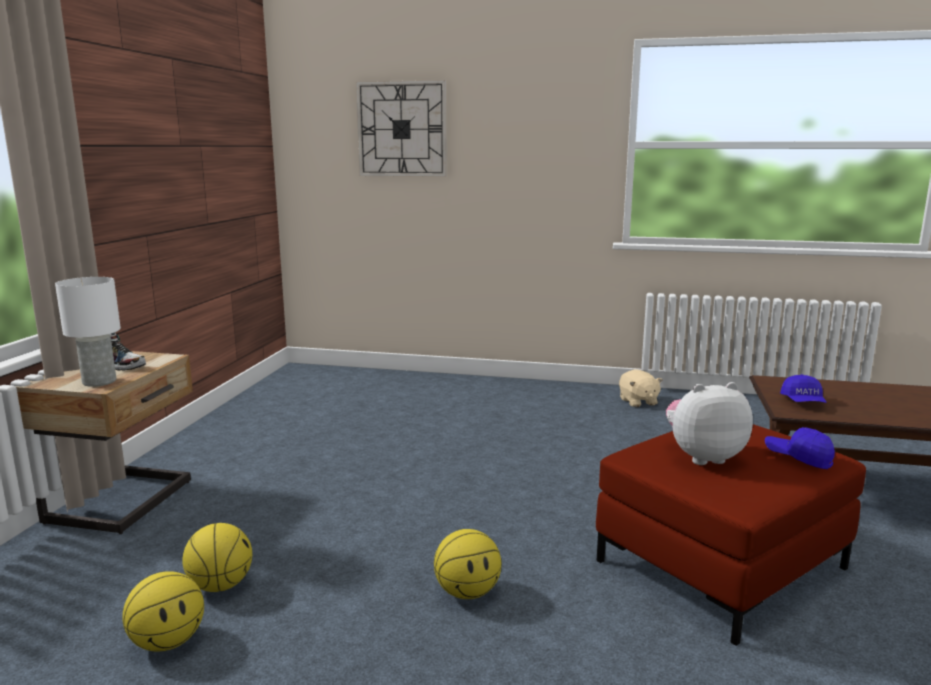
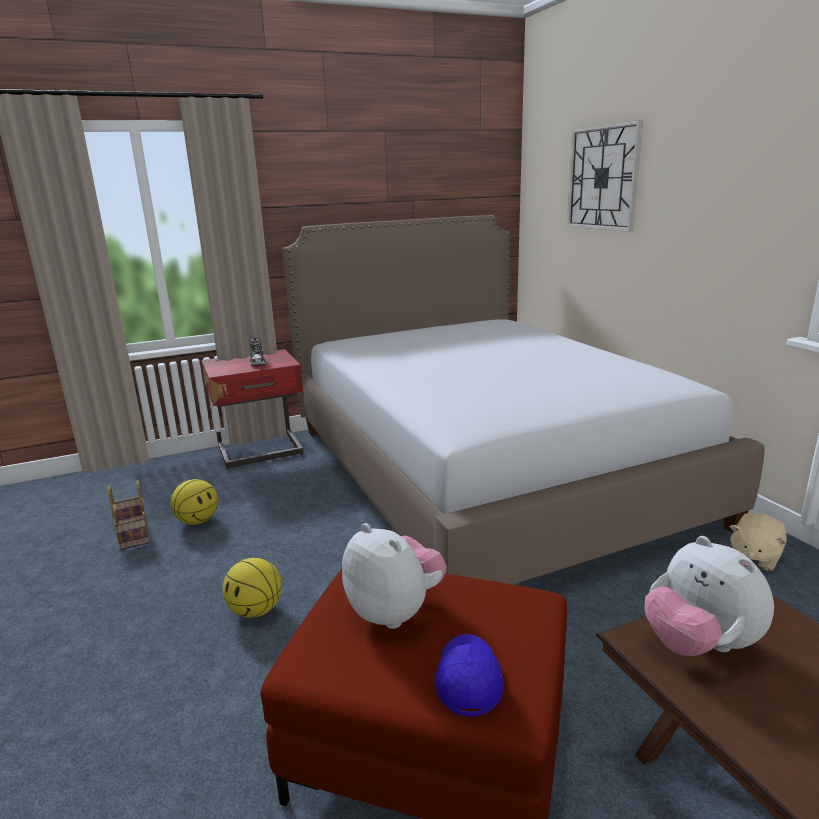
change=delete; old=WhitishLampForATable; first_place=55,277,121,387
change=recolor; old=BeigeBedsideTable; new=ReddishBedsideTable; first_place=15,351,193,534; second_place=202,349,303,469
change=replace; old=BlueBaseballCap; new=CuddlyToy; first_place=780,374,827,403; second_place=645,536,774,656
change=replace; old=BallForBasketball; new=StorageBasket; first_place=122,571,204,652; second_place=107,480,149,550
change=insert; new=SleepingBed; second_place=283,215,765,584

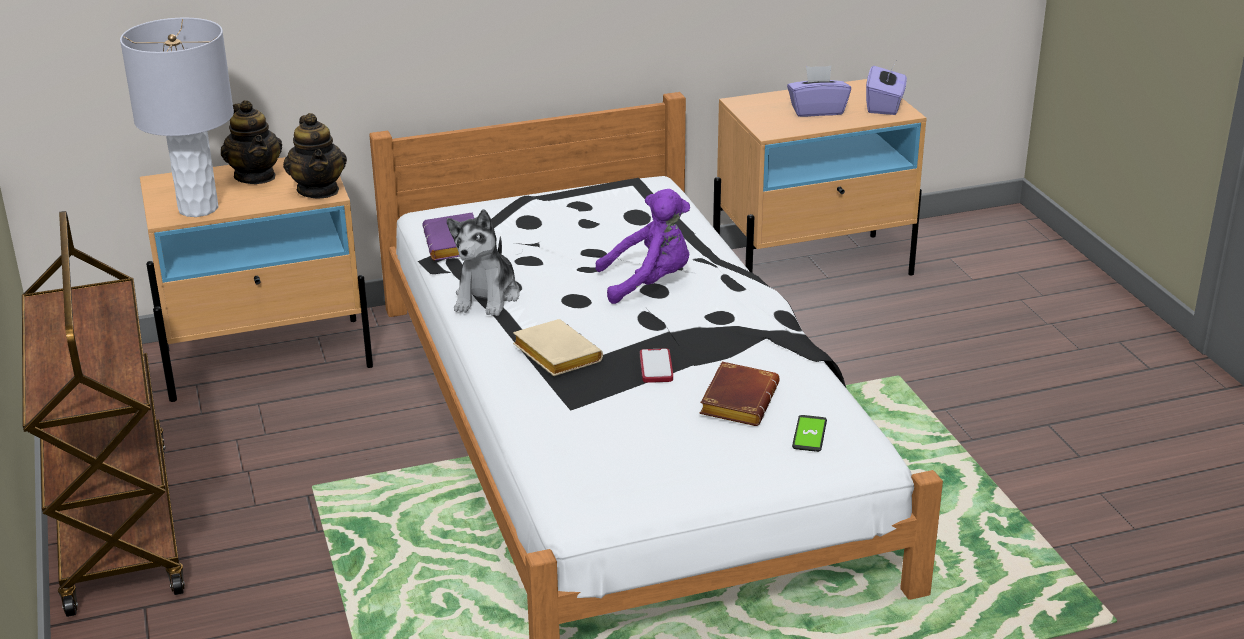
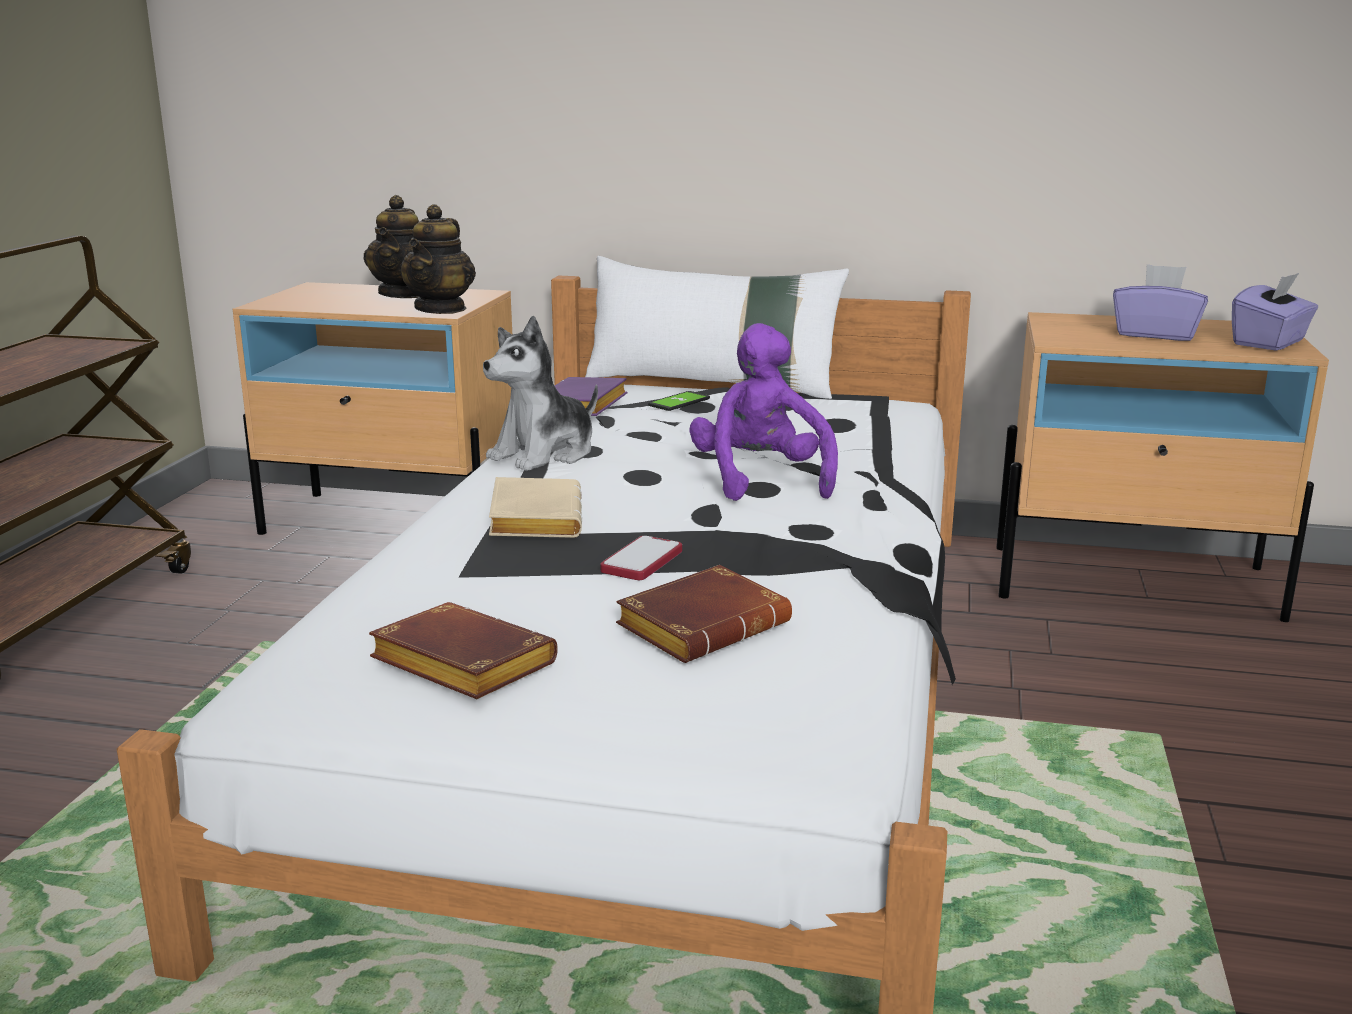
change=delete; old=GreyLampForATable; first_place=120,18,234,217
change=rotate; old=PurpleColouredCuddlyToy; first_place=595,189,690,304; second_place=689,323,838,501; degrees=-120
change=move; old=Handset; first_place=792,415,827,452; second_place=648,391,710,411
change=insert; new=WhitishPillow; second_place=585,256,849,399
change=insert; new=BrownColouredBoundBook; second_place=369,602,558,699

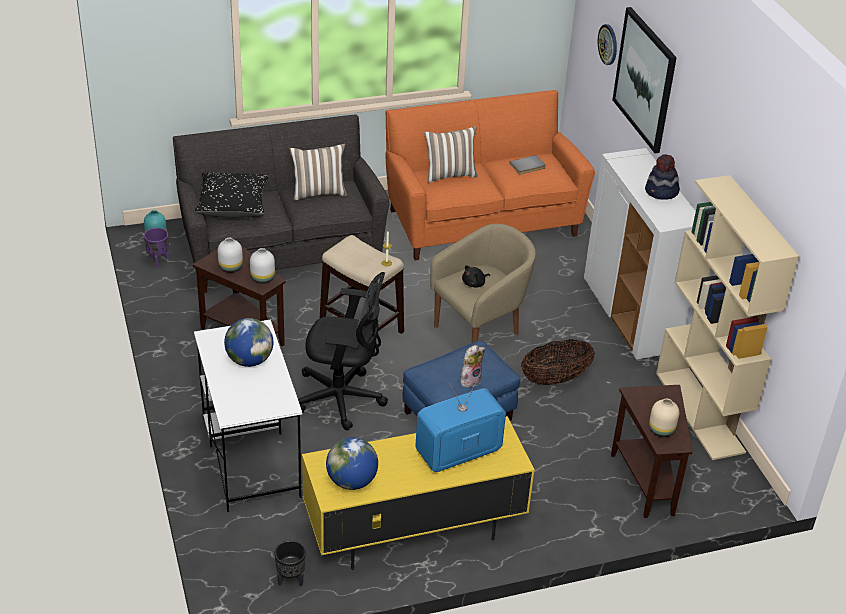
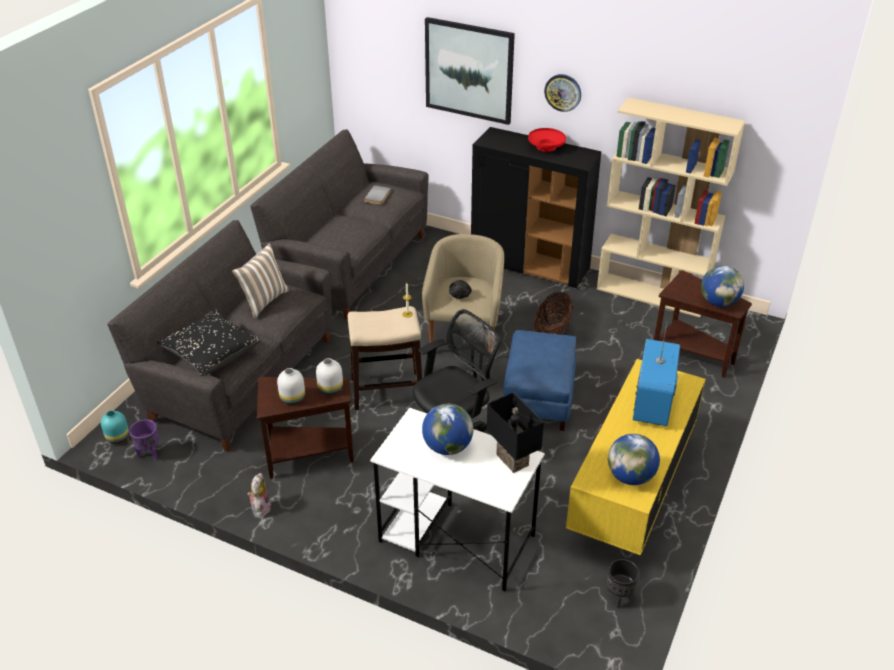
change=move; old=HangingClock; first_place=598,24,617,65; second_place=544,74,581,112
change=recolor; old=OrangeColouredCouch; new=GreyCouch; first_place=385,90,595,261; second_place=250,129,429,320
change=delete; old=Pillow; first_place=424,126,478,183
change=recolor; old=WhitishCabinet; new=BlackColouredCabinet; first_place=584,148,696,360; second_place=471,127,601,288
change=replace; old=Hat; new=ReddishServingBowl; first_place=645,155,680,200; second_place=528,128,566,152
change=move; old=CuddlyToy; first_place=460,345,485,387; second_place=248,473,271,518
change=replace; old=BeigeDecorativeVase; new=DeskGlobe; first_place=649,399,679,437; second_place=701,265,744,307
change=insert; new=BlackColouredLampForATable; second_place=487,392,544,473

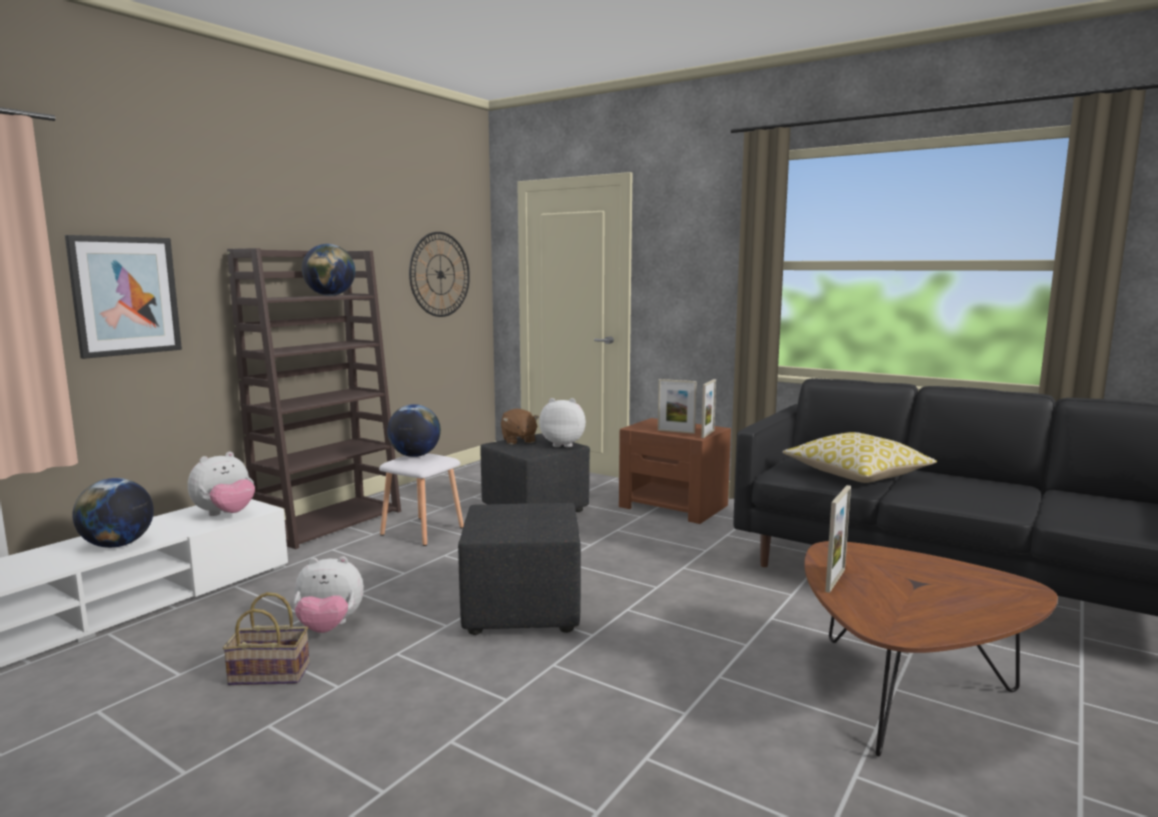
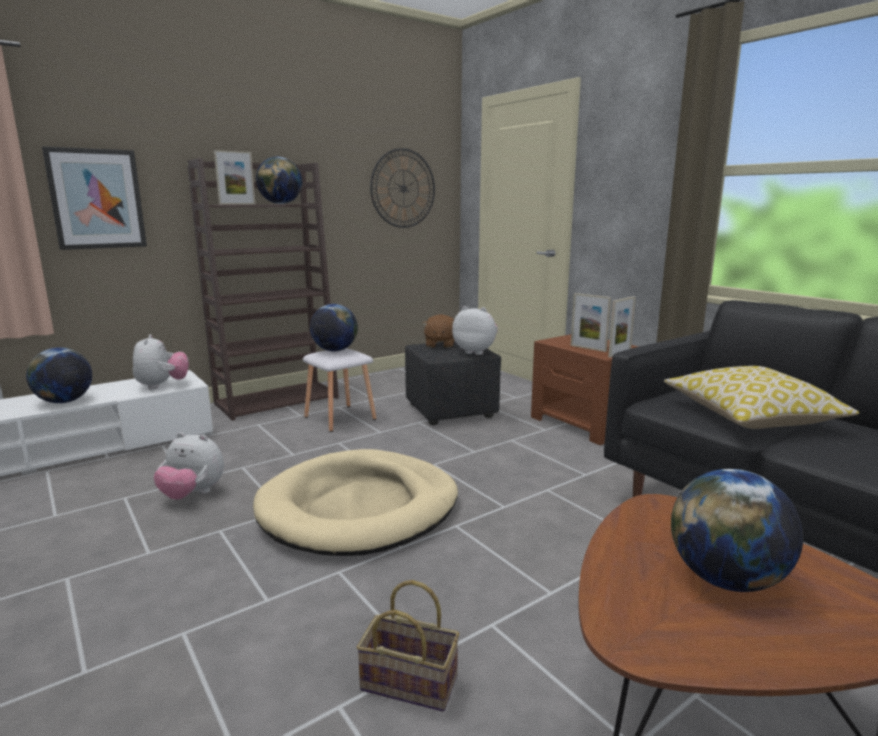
change=rotate; old=CuddlyToy; first_place=188,452,255,516; second_place=133,334,189,389; degrees=-75
change=move; old=StandingFrame; first_place=825,485,851,593; second_place=214,150,255,204
change=replace; old=BlackColouredOttoman; new=BeigeDogBed; first_place=458,503,581,635; second_place=253,449,458,556
change=move; old=StorageBasket; first_place=223,592,310,685; second_place=356,580,459,712
change=insert; new=DeskGlobe; second_place=671,469,803,592

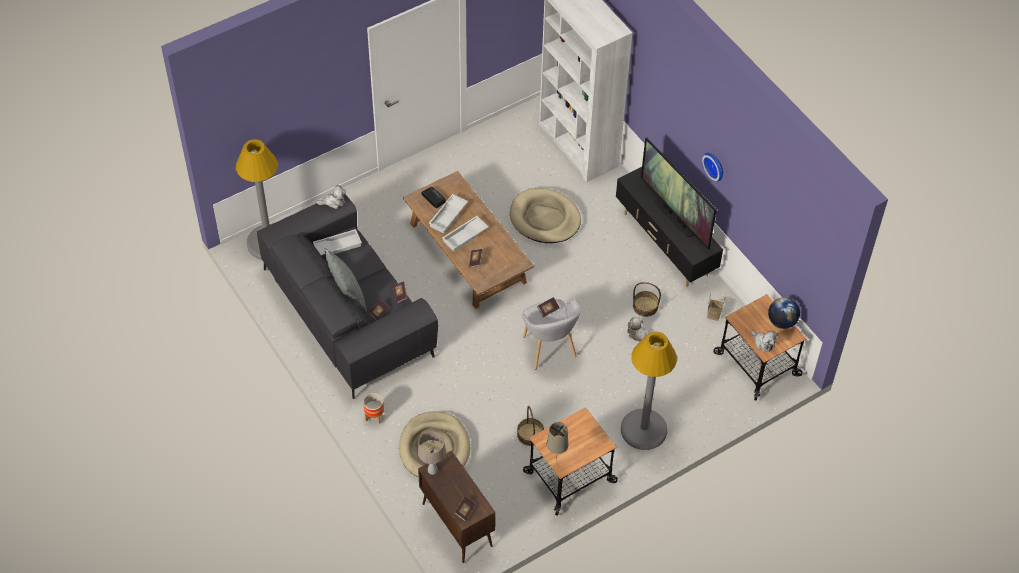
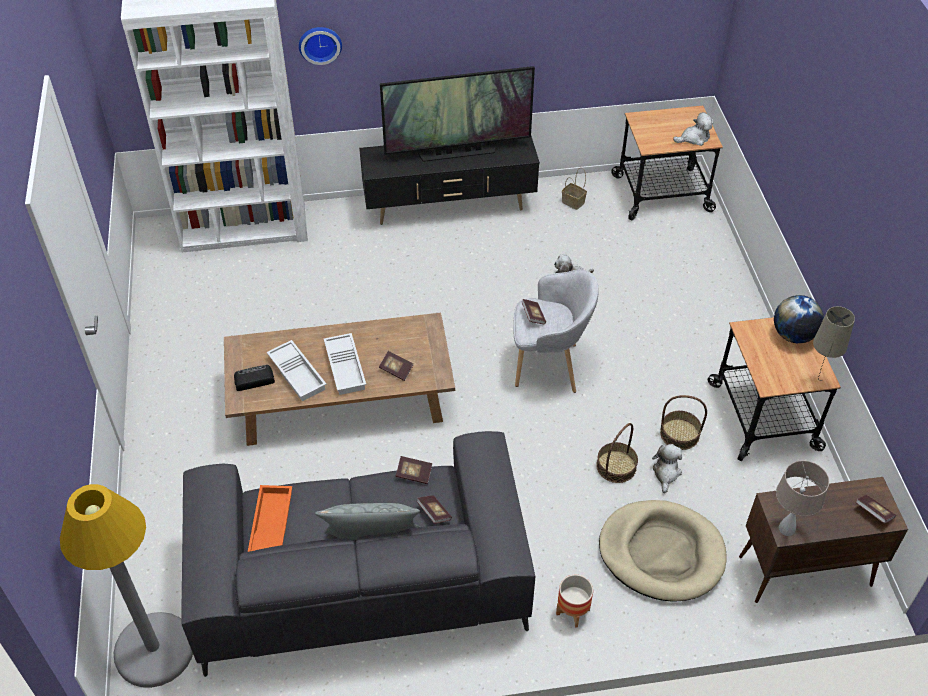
change=move; old=HangingClock; first_place=702,153,723,181; second_place=299,27,342,65
change=move; old=CuddlyToy; first_place=316,185,346,209; second_place=652,444,682,493
change=delete; old=BeigeDogBed; first_place=510,188,581,243
change=recolor; old=WhitishCarryingTray; new=OrangeColouredCarryingTray; first_place=313,229,362,255; second_place=248,485,292,552
change=move; old=StorageBasket; first_place=633,282,661,317; second_place=596,423,638,483
change=move; old=DeskGlobe; first_place=768,297,800,329; second_place=774,295,824,343
change=delete; old=GreyStandingLamp; first_place=621,331,677,450

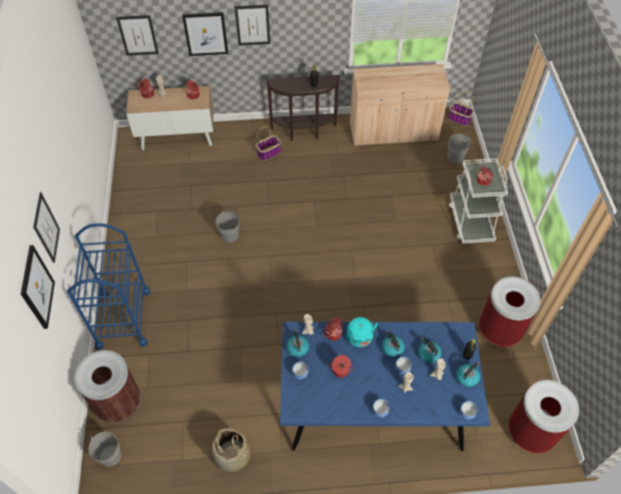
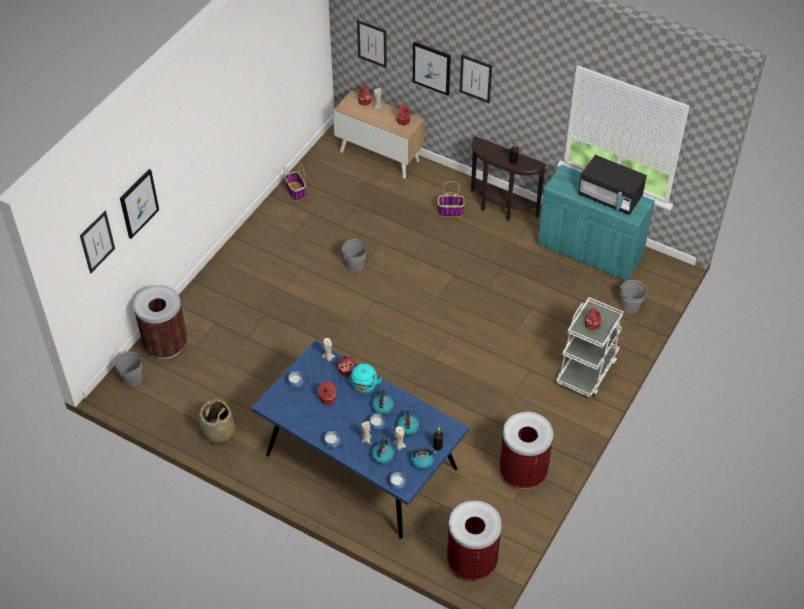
change=recolor; old=BeigeCabinet; new=BlueGreenCabinet; first_place=350,64,450,145; second_place=537,164,655,281
change=move; old=StorageBasket; first_place=448,92,474,126; second_place=284,162,306,201
change=move; old=WallPicture; first_place=33,192,60,263; second_place=80,211,115,274
change=delete; old=BlueCart; first_place=67,223,150,350
change=move; old=TeaKettle; first_place=286,330,309,357; second_place=371,438,394,464
change=insert; new=BlackColouredMicrowave; second_place=578,155,647,215

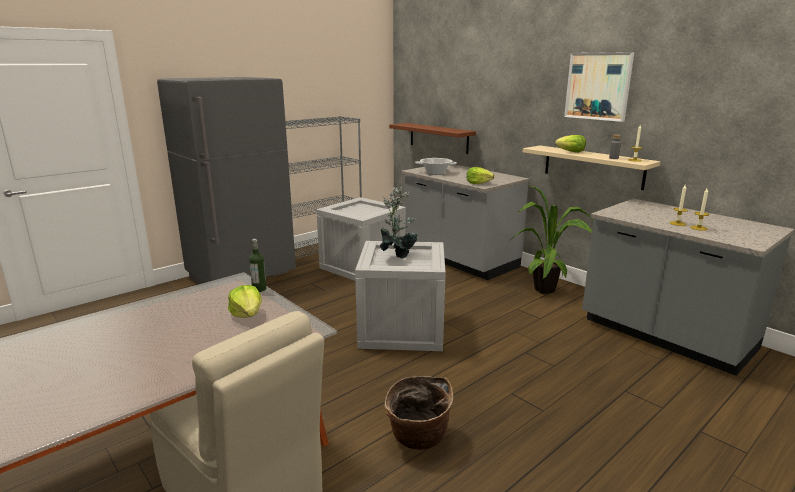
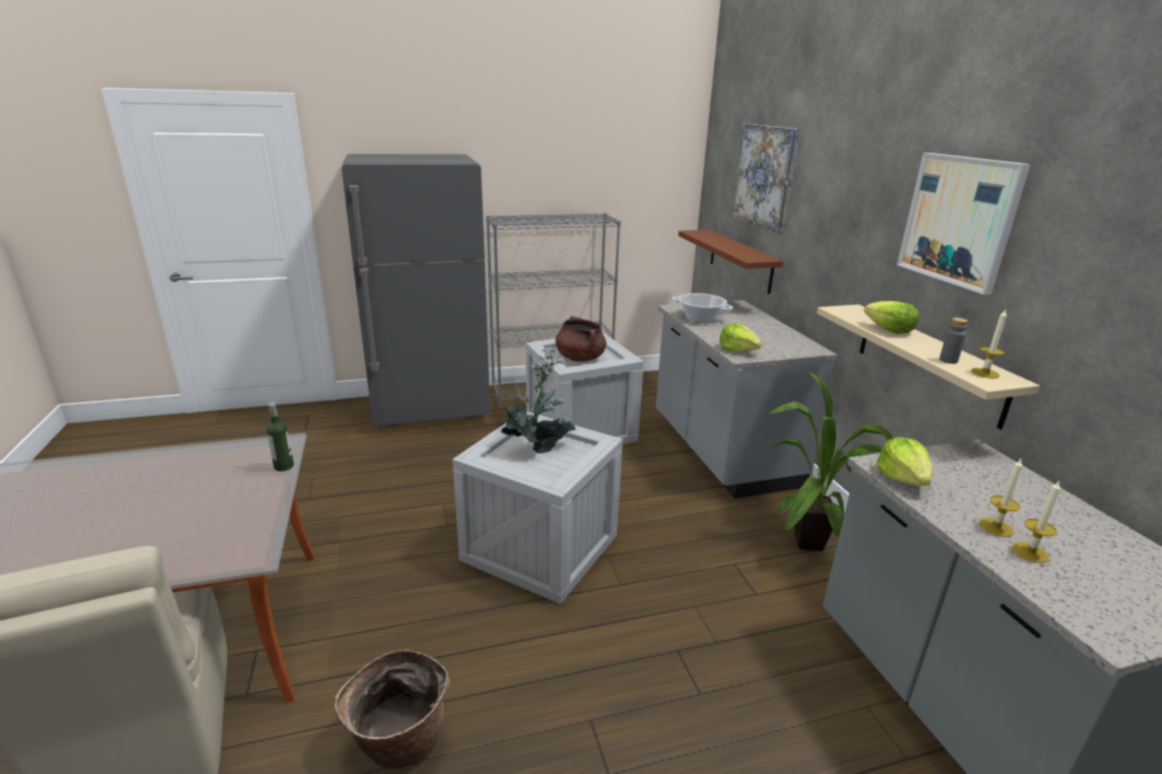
change=move; old=HeadOfLettuce; first_place=228,285,262,318; second_place=877,437,933,486
change=insert; new=WallPicture; second_place=732,124,800,233
change=insert; new=BrownColouredCookingPot; second_place=555,316,606,362

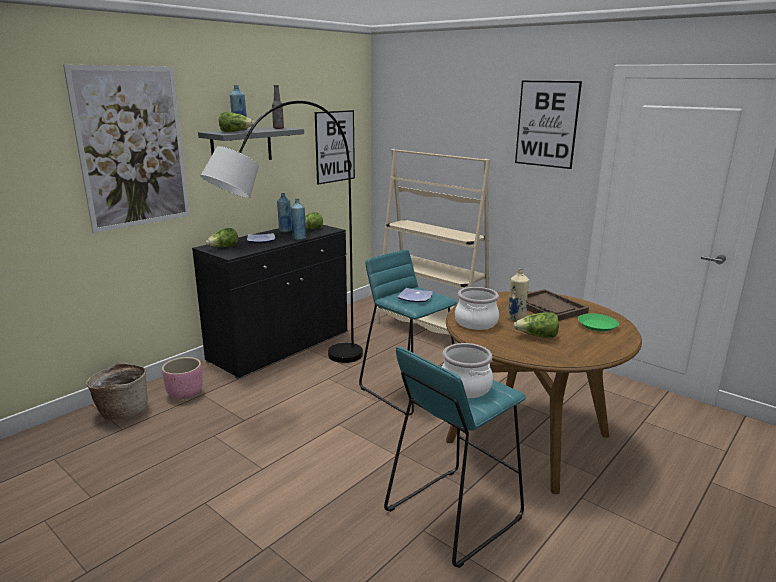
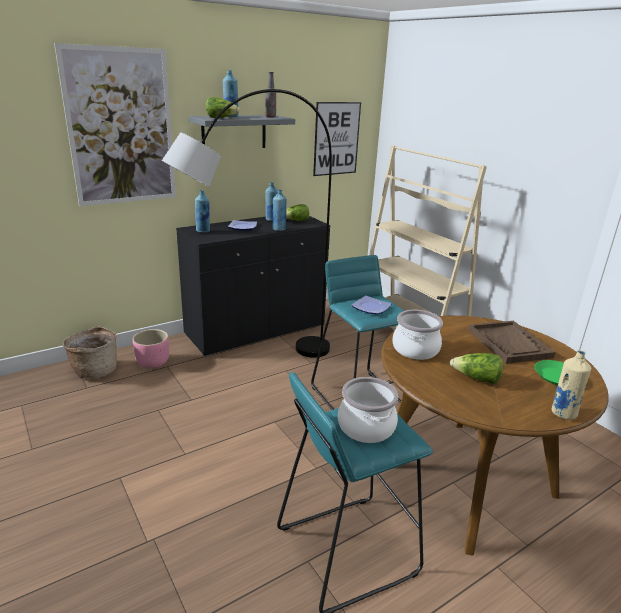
change=delete; old=WallPicture; first_place=515,81,582,169
change=replace; old=HeadOfLettuce; new=BlueBottle; first_place=206,228,238,247; second_place=195,190,210,233
change=move; old=BeigeBottle; first_place=508,268,529,321; second_place=552,350,592,420

